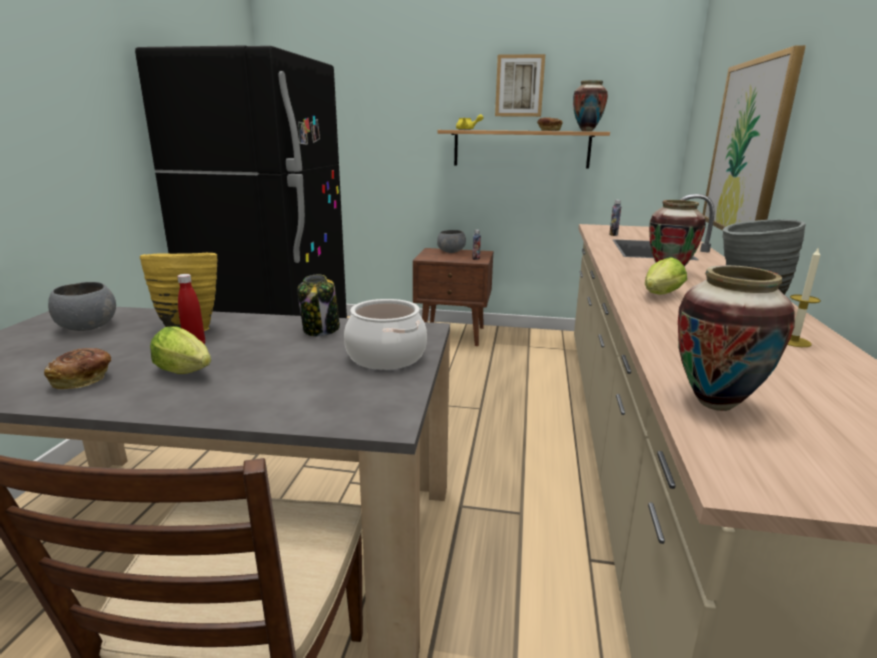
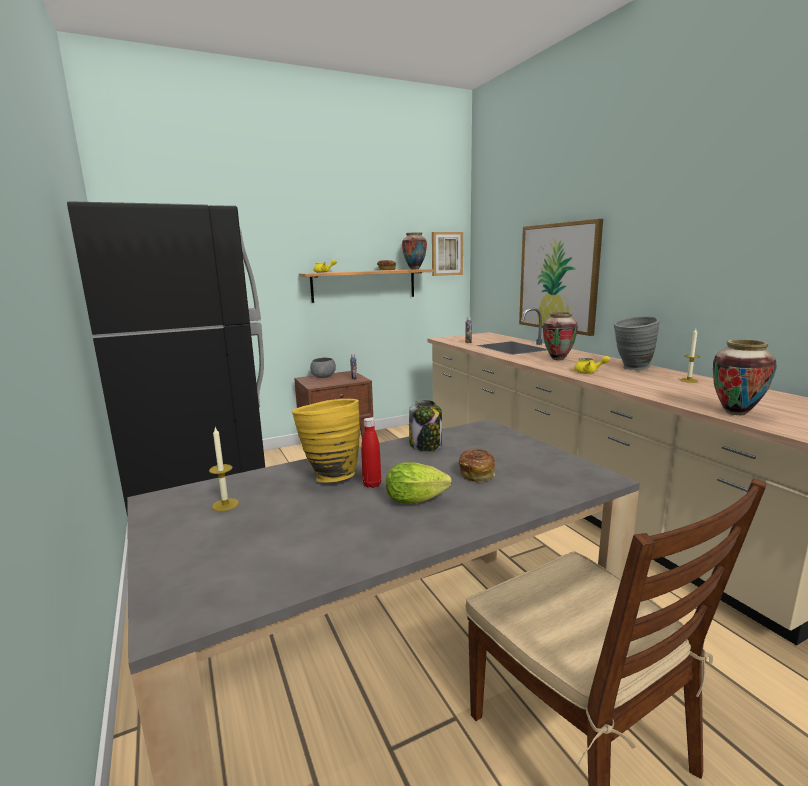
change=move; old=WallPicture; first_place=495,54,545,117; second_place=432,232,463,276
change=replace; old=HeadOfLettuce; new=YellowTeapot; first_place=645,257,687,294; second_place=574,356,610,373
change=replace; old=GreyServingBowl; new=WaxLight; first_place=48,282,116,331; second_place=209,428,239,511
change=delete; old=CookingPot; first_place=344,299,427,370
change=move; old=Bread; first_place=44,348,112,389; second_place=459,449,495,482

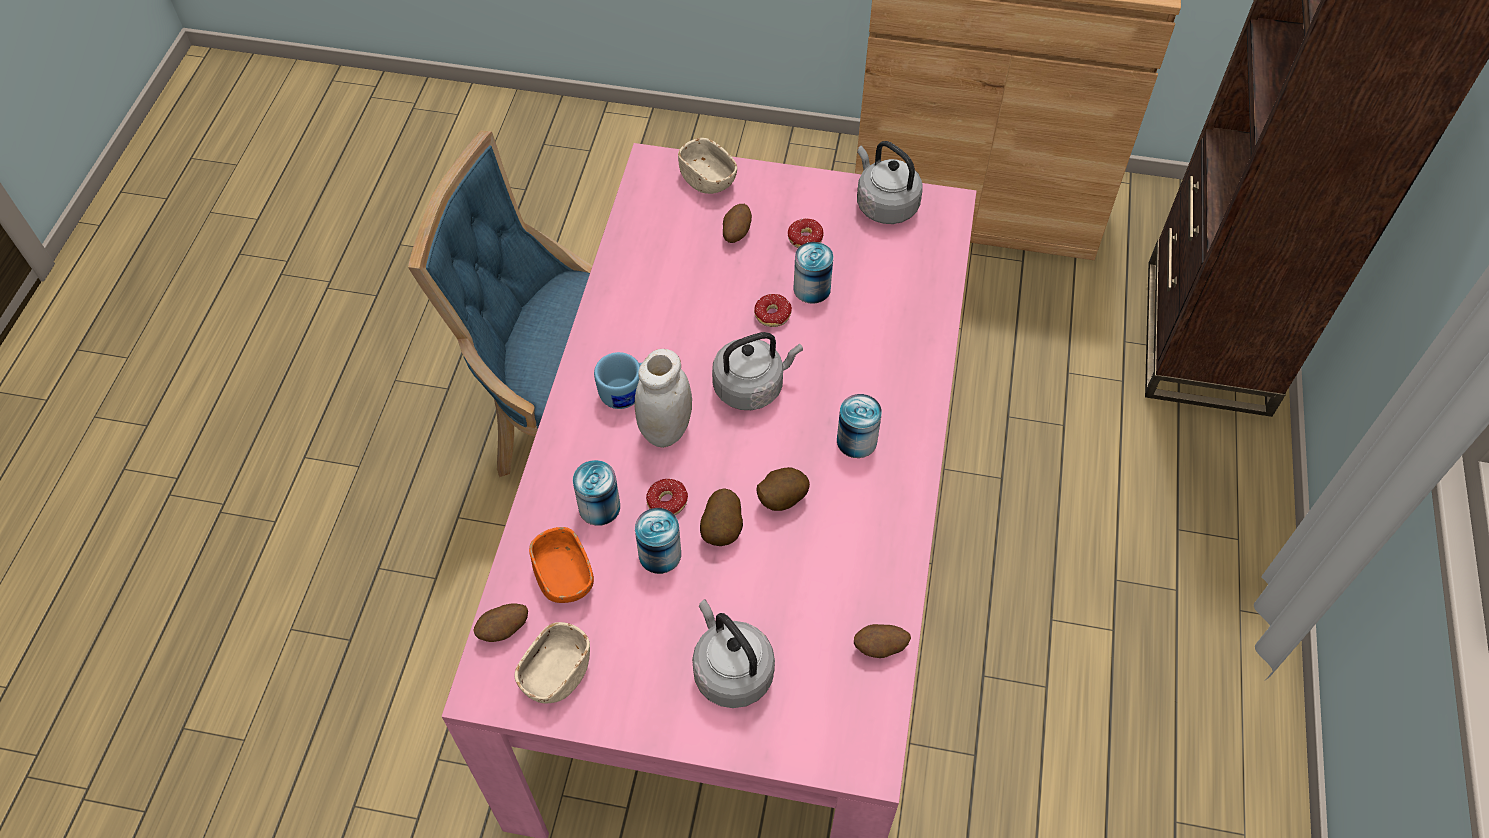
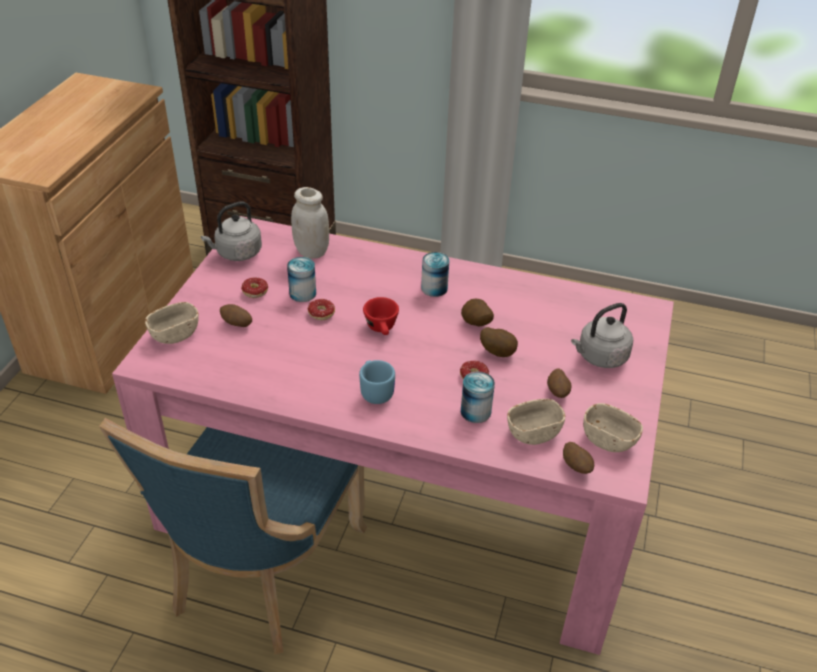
change=replace; old=GreyTeaKettle; new=ReddishCup; first_place=712,332,803,410; second_place=363,297,399,335
change=move; old=WhitishJar; first_place=635,349,692,448; second_place=291,187,329,259
change=delete; old=MetalCan; first_place=635,508,681,574
change=recolor; old=OrangeColouredServingBowl; new=BeigeServingBowl; first_place=529,527,594,603; second_place=507,399,565,445
change=move; old=Potato; first_place=854,624,911,658; second_place=547,368,571,398

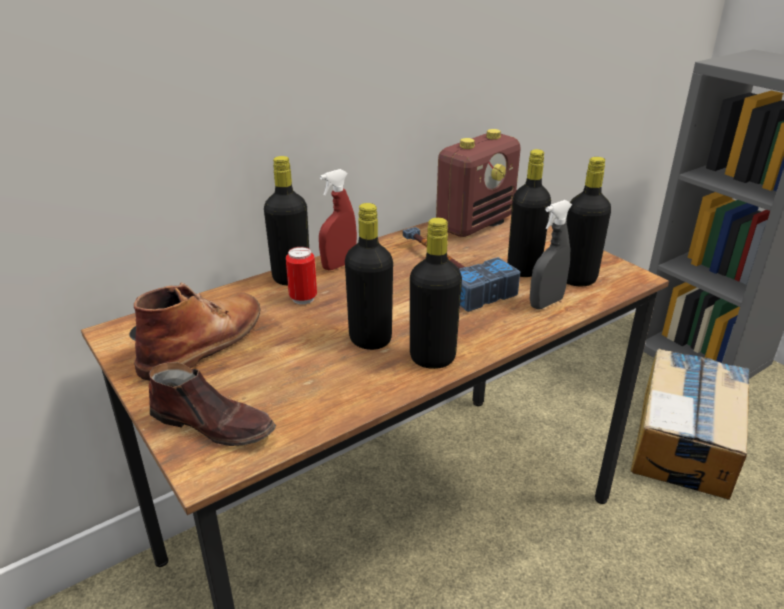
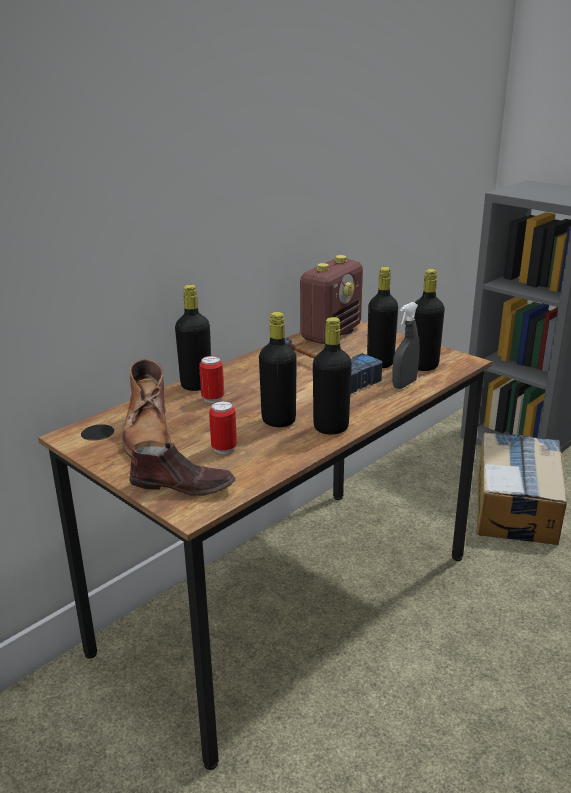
change=delete; old=ReddishSprayer; first_place=319,169,357,270
change=rotate; old=BrownColouredHighTopBoot; first_place=134,283,261,381; second_place=122,359,171,458; degrees=150
change=insert; new=MetalCan; second_place=209,401,237,454

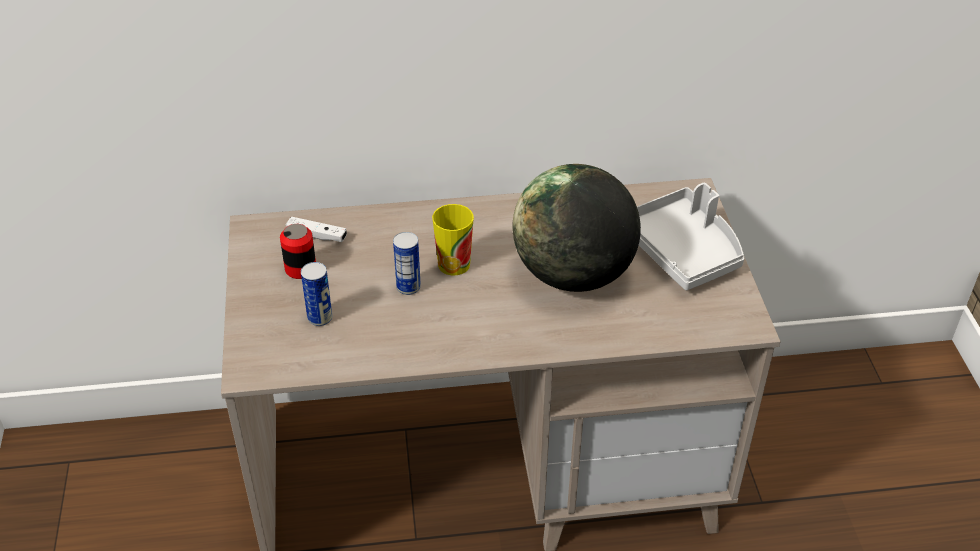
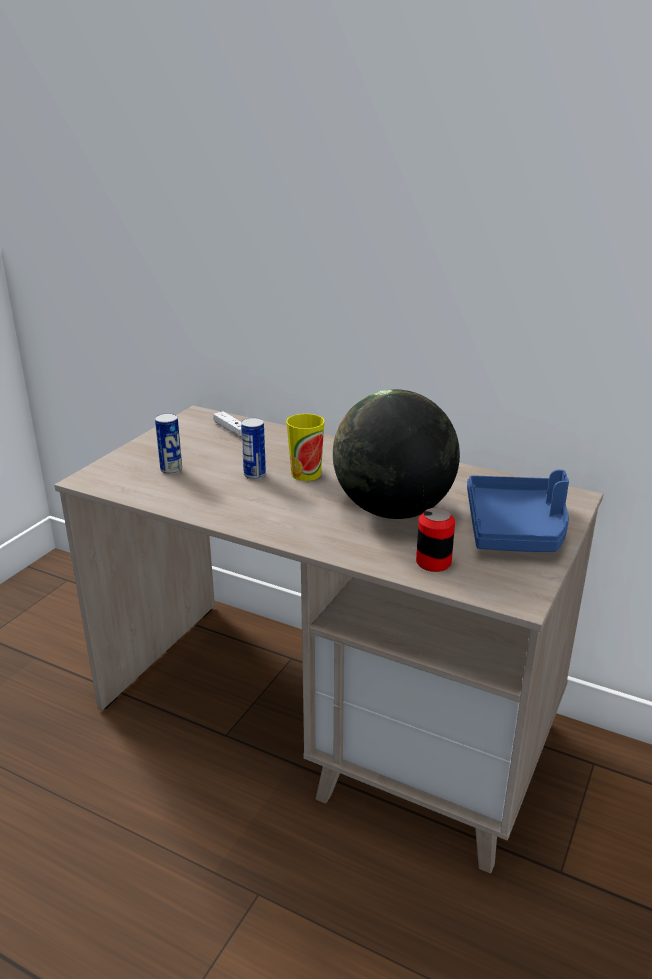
change=recolor; old=GreyCarryingTray; new=BlueCarryingTray; first_place=637,183,744,290; second_place=467,470,569,552
change=move; old=MetalCan; first_place=280,224,316,279; second_place=416,508,455,572

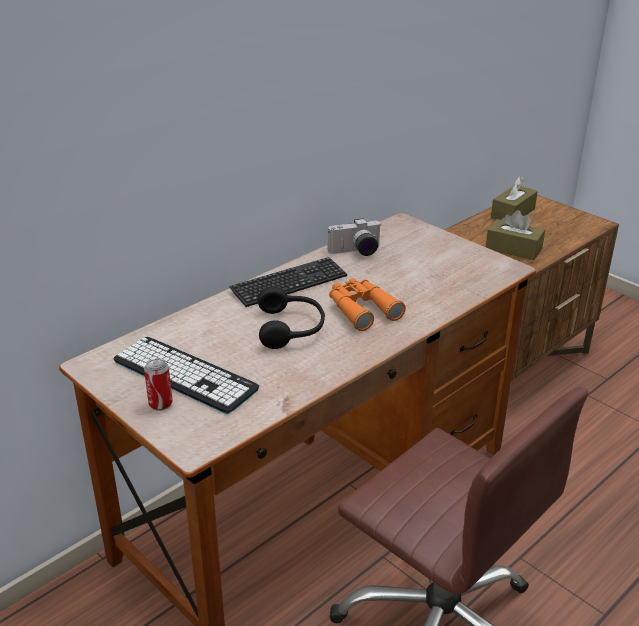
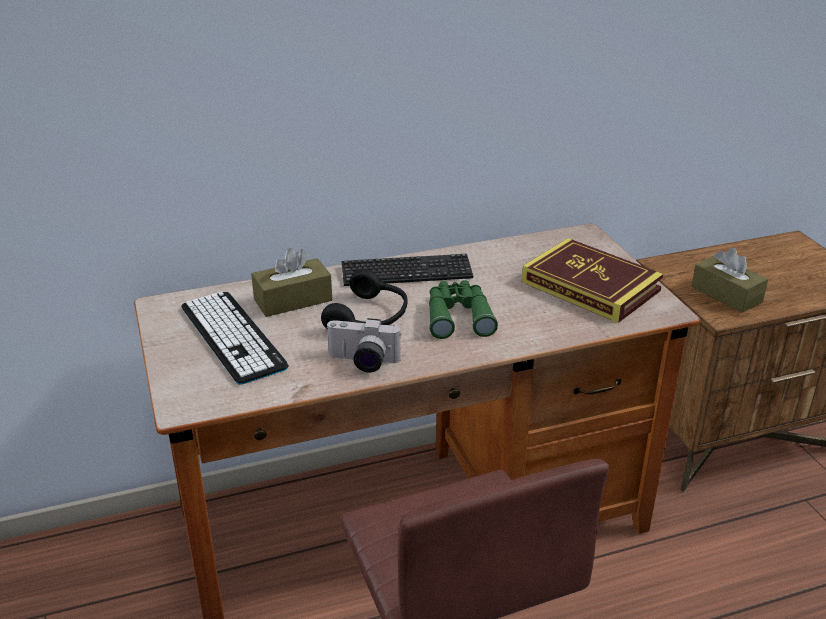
change=move; old=BrownColouredTissueHolder; first_place=491,177,538,220; second_place=251,248,332,317
change=move; old=StillCamera; first_place=328,218,382,256; second_place=325,318,401,373
change=recolor; old=OrangeColouredPairOfBinoculars; new=GreenPairOfBinoculars; first_place=329,278,406,331; second_place=429,280,498,339
change=delete; old=MetalCan; first_place=144,359,173,411
change=insert; new=BoundBook; second_place=522,238,663,323

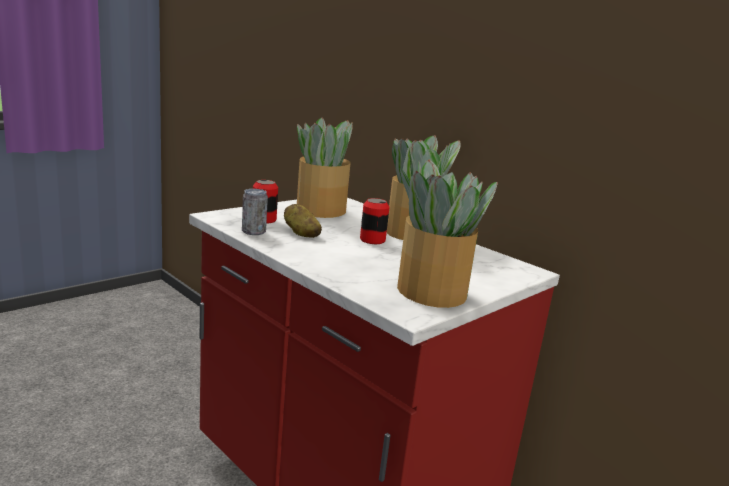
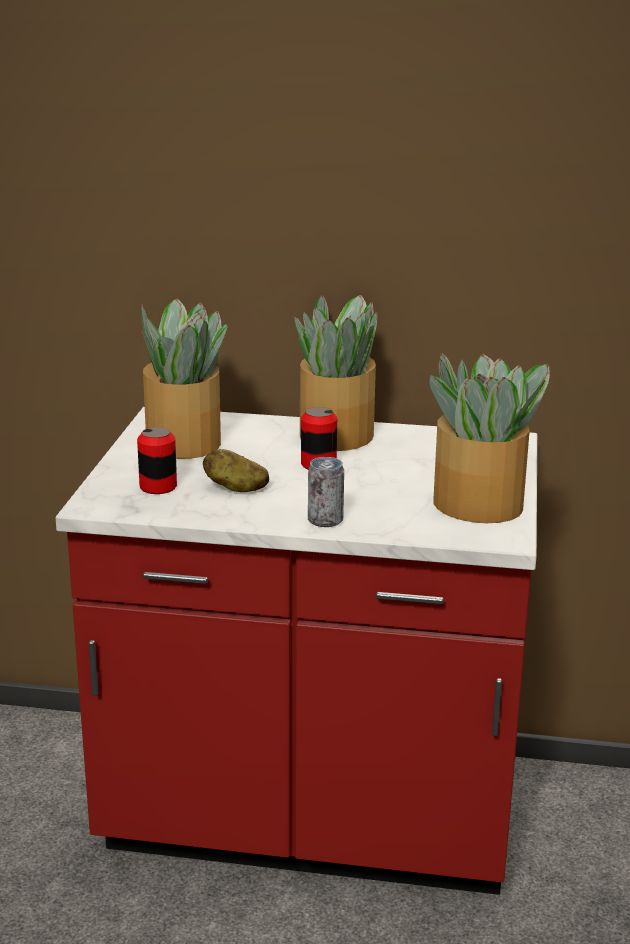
change=move; old=MetalCan; first_place=242,189,268,235; second_place=308,457,344,527

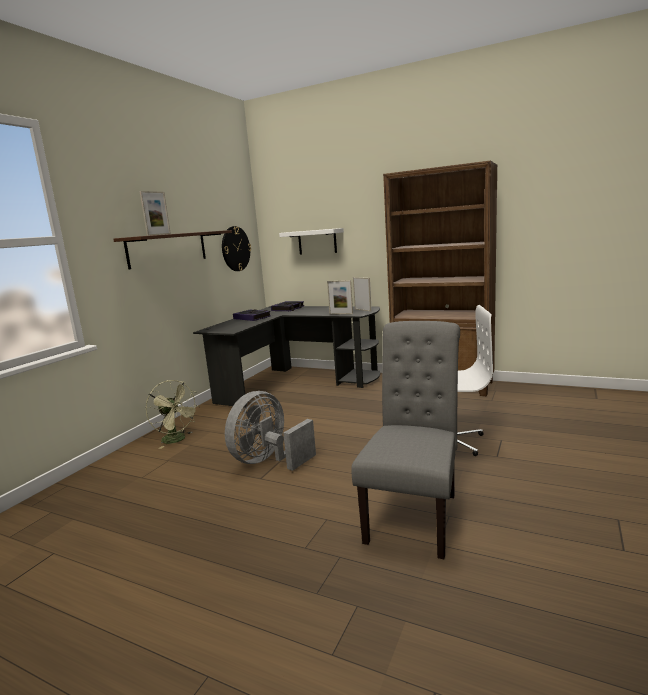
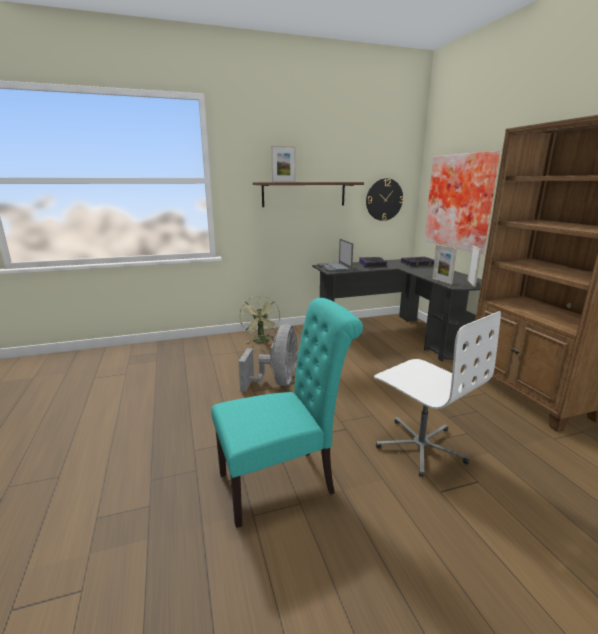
change=replace; old=WhitishWallShelf; new=WallPicture; first_place=279,228,344,255; second_place=424,151,500,254
change=recolor; old=GreyUprightChair; new=BlueGreenUprightChair; first_place=351,321,460,559; second_place=211,298,363,528
change=rotate; old=GreyCoolingFan; first_place=225,391,316,471; second_place=238,324,298,391; degrees=105
change=insert; new=Laptop; second_place=318,239,353,271

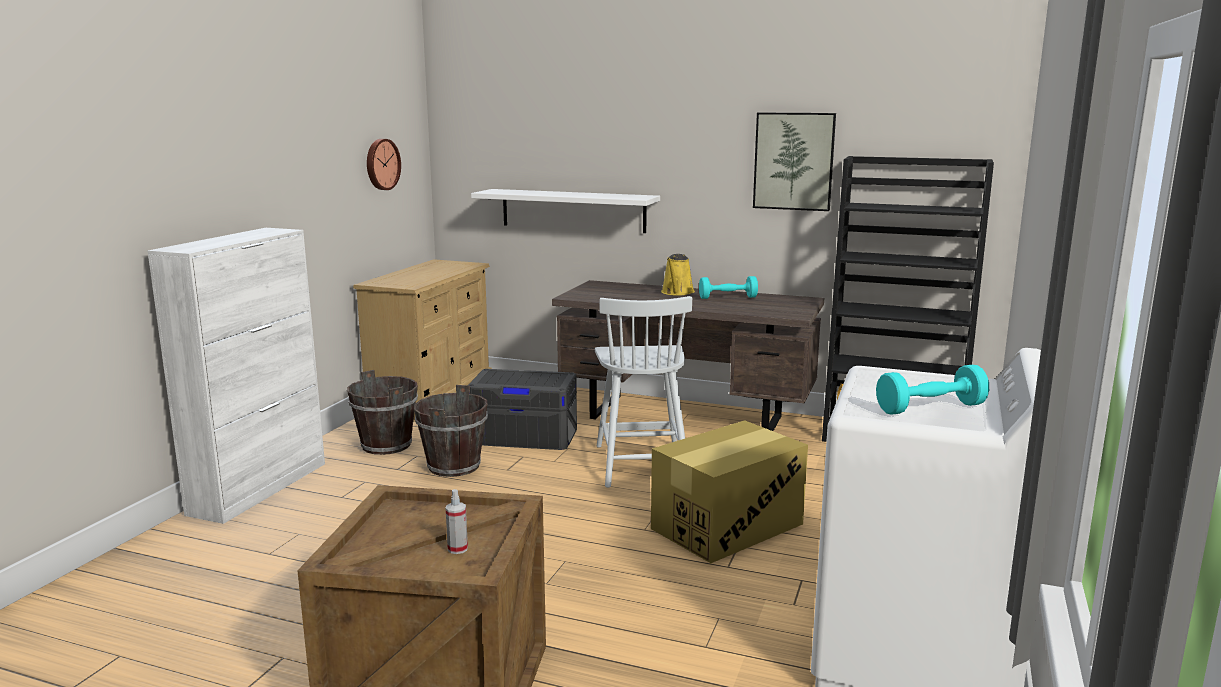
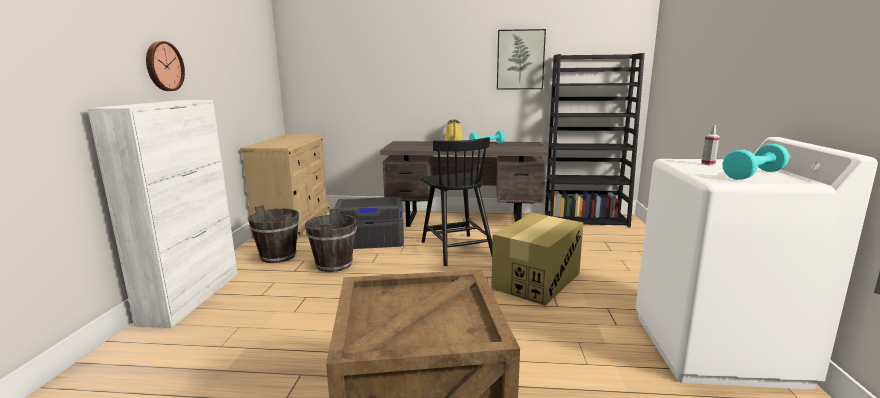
change=move; old=HangingClock; first_place=367,139,401,190; second_place=146,41,185,91
change=delete; old=WhitishWallShelf; first_place=471,189,660,233
change=recolor; old=WhitishUprightChair; new=BlackColouredUprightChair; first_place=595,296,692,488; second_place=421,137,492,266
change=move; old=Sprayer; first_place=446,489,468,554; second_place=701,125,720,165

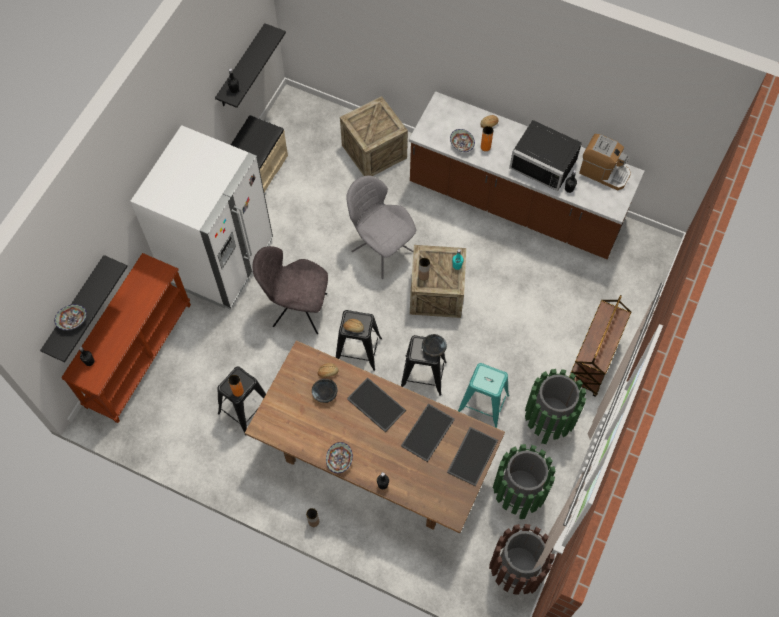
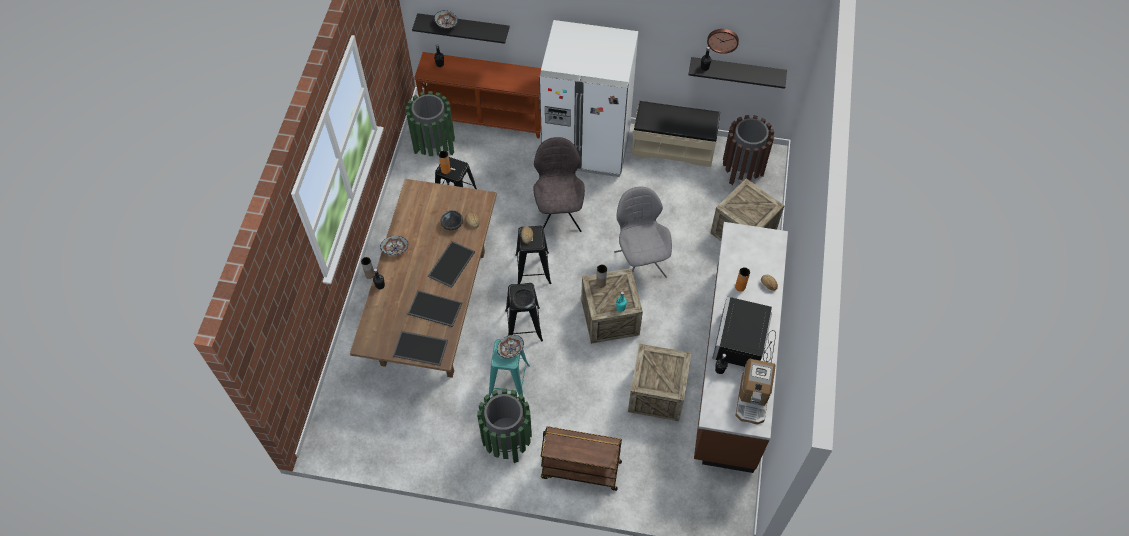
change=move; old=ServingBowl; first_place=450,129,475,152; second_place=497,335,524,358
change=rotate; old=GreyUprightChair; first_place=347,175,416,279; second_place=614,186,672,278; degrees=-45
change=move; old=GreenWasteBin; first_place=493,444,555,519; second_place=406,91,455,156
change=move; old=BrownColouredWasteBin; first_place=489,524,554,595; second_place=723,115,774,185
change=insert; new=HangingClock; second_place=707,29,739,54
change=insert; new=Crate; second_place=628,344,691,421

